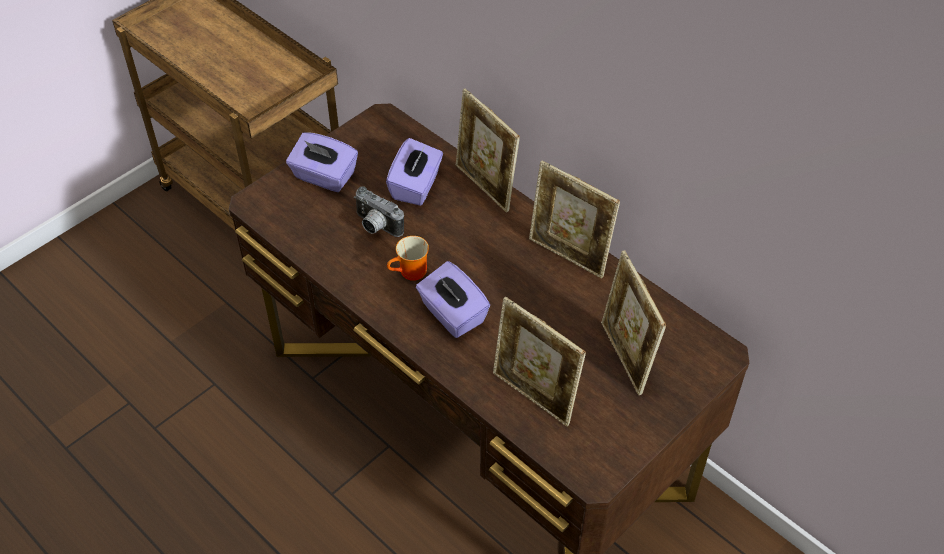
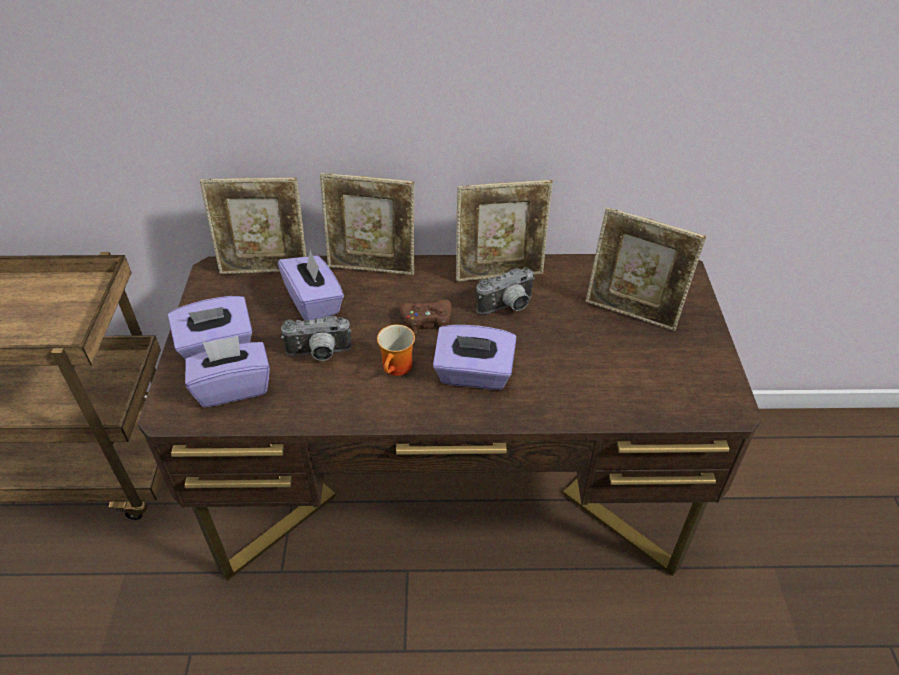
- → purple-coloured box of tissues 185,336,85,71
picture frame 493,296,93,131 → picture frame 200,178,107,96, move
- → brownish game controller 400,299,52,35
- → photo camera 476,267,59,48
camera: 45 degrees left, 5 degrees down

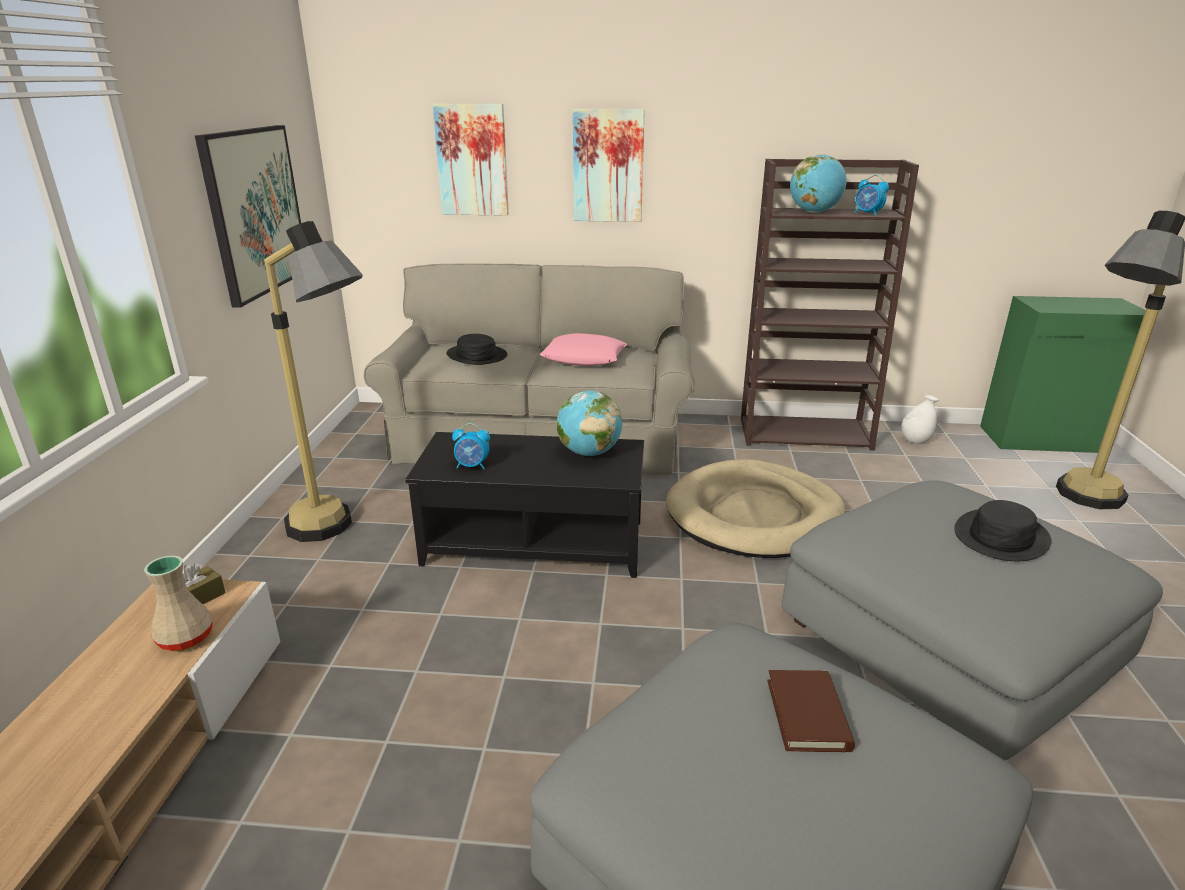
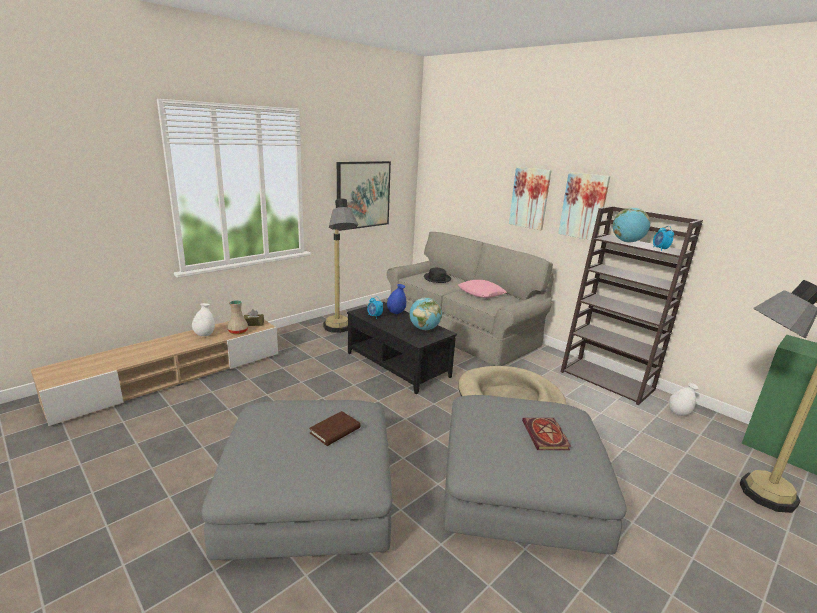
- → whitish vase 192,303,23,33
- → blue-coloured vase 387,284,19,30
black-coloured hat 954,500,97,61 → bound book 522,418,49,32
wall art 433,103,76,113 → wall art 558,172,52,69, move
camera: 40 degrees right, 5 degrees down

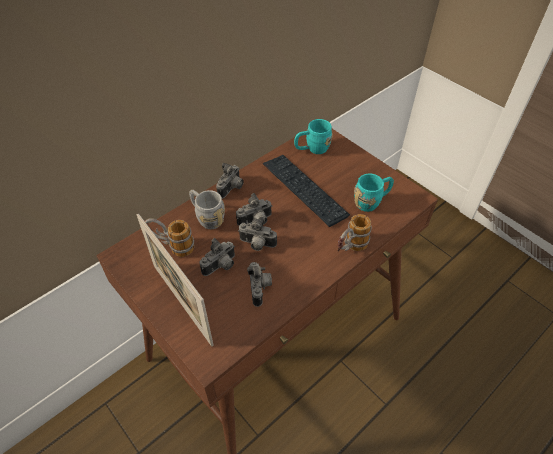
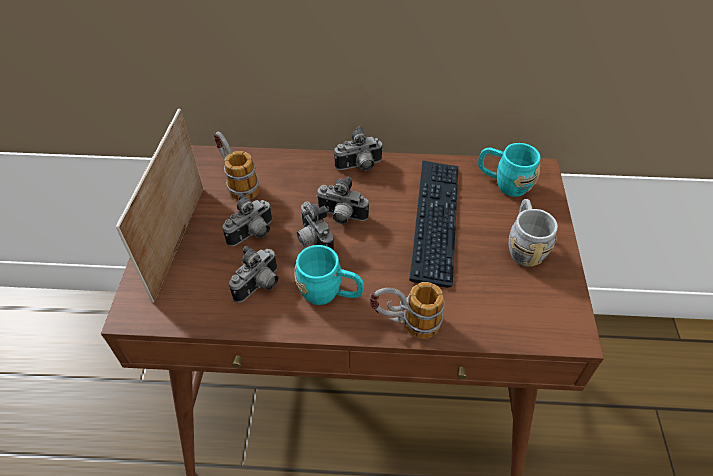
photo camera 199,238,36,38 → photo camera 222,194,50,52, 45 degrees counterclockwise
turquoise-coloured mug 354,174,40,38 → turquoise-coloured mug 294,245,70,60, move
gray mug 189,190,36,39 → gray mug 509,199,49,68, move
camera: 45 degrees right, 0 degrees up

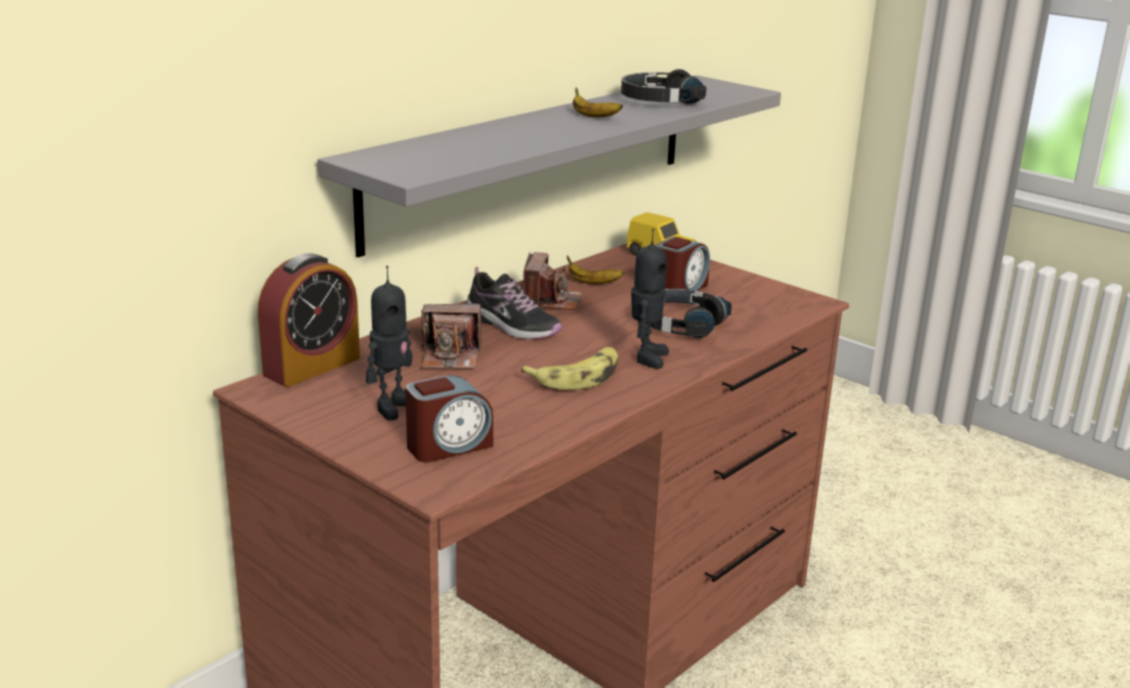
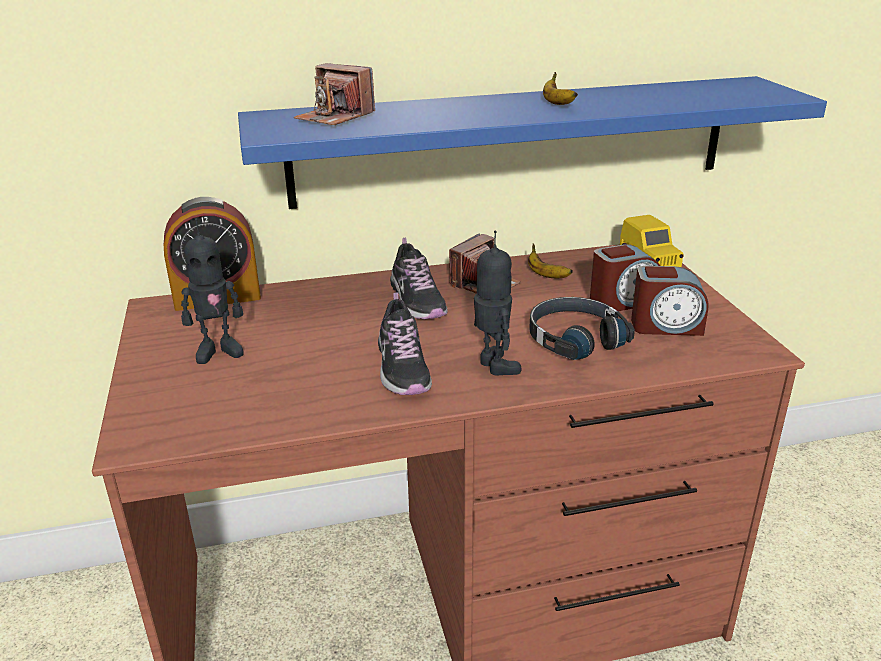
gray wall shelf 317,75,464,182 → blue-coloured wall shelf 238,76,589,133
photo camera 421,304,60,65 → photo camera 294,63,81,62, move
banana 521,347,97,43 → shoe 378,293,54,102
robot figure 631,229,38,140 → robot figure 474,230,48,146, 75 degrees counterclockwise
alarm clock 405,375,88,87 → alarm clock 631,266,77,70, move
black-coloured headset 621,69,85,35 → -
camera: 35 degrees right, 5 degrees up

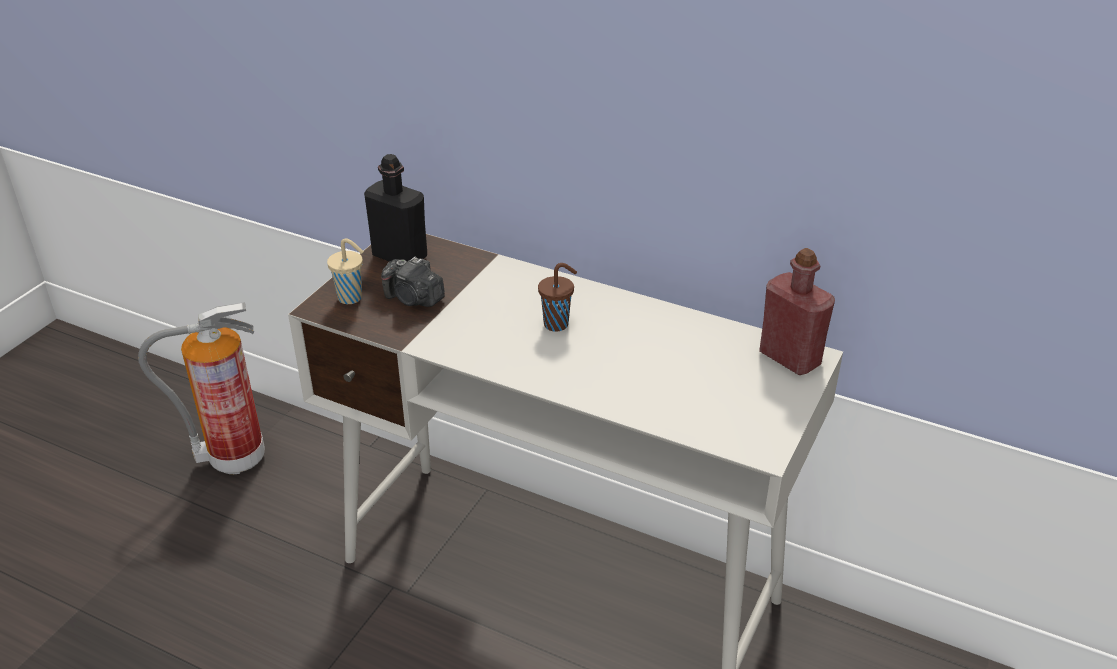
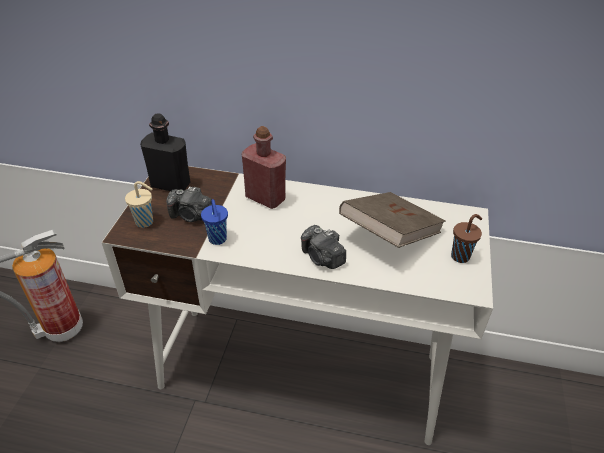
- → blue-coloured cup 201,199,27,46
red beverage bottle 759,248,76,127 → red beverage bottle 242,126,44,83, move
- → photo camera 301,225,45,44
- → brownish bound book 339,192,107,56
brownish cup 538,263,39,69 → brownish cup 451,214,31,49, move
camera: 15 degrees left, 5 degrees up

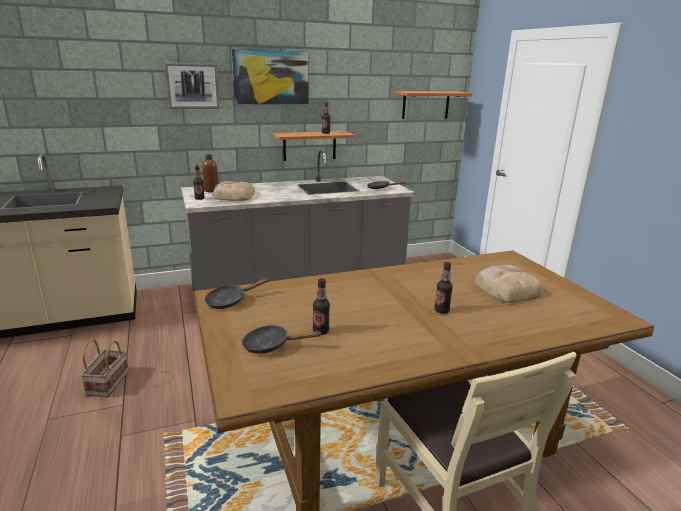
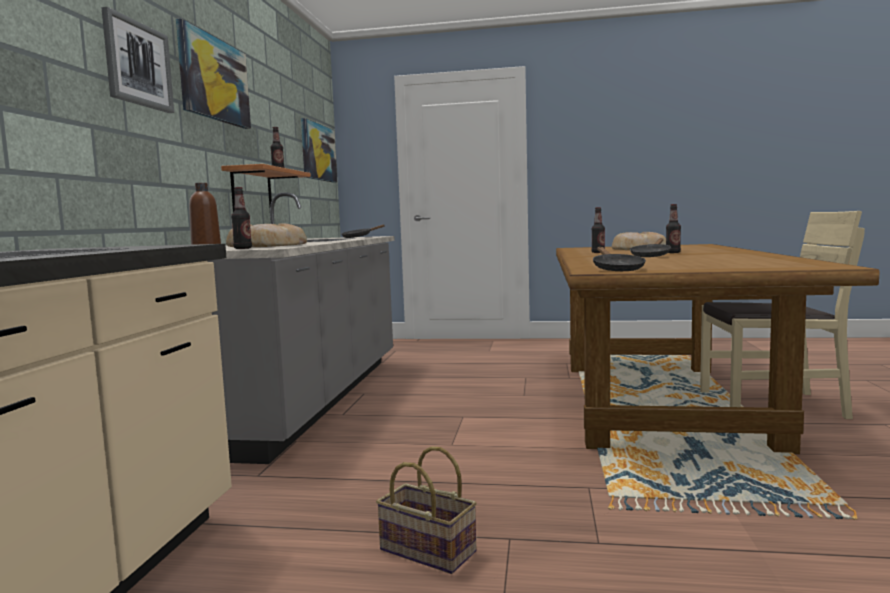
wall shelf 395,91,78,28 → wall art 301,118,36,65
beverage bottle 313,278,17,57 → beverage bottle 591,207,14,46, move
black-coloured pan 242,325,80,29 → black-coloured pan 630,238,41,19, move
camera: 60 degrees left, 15 degrees down

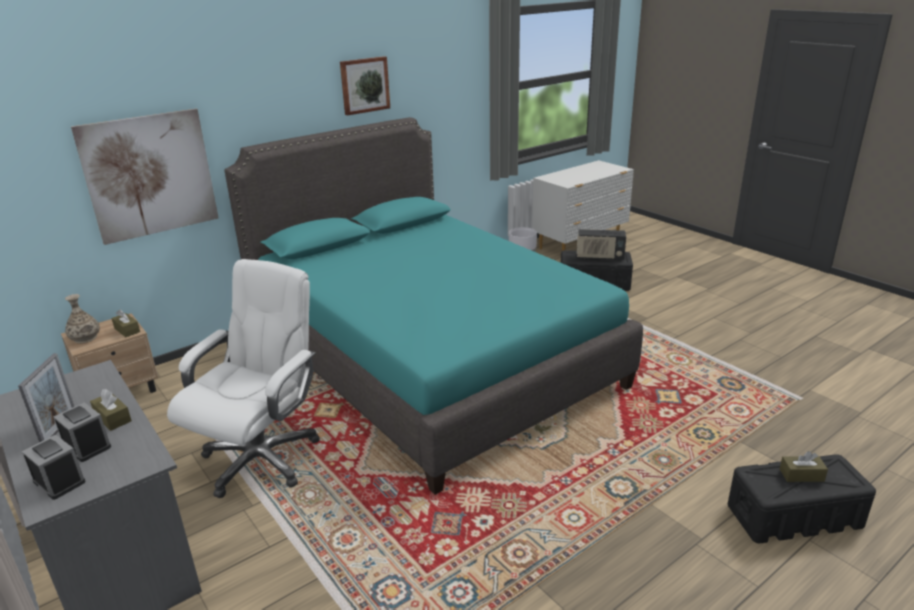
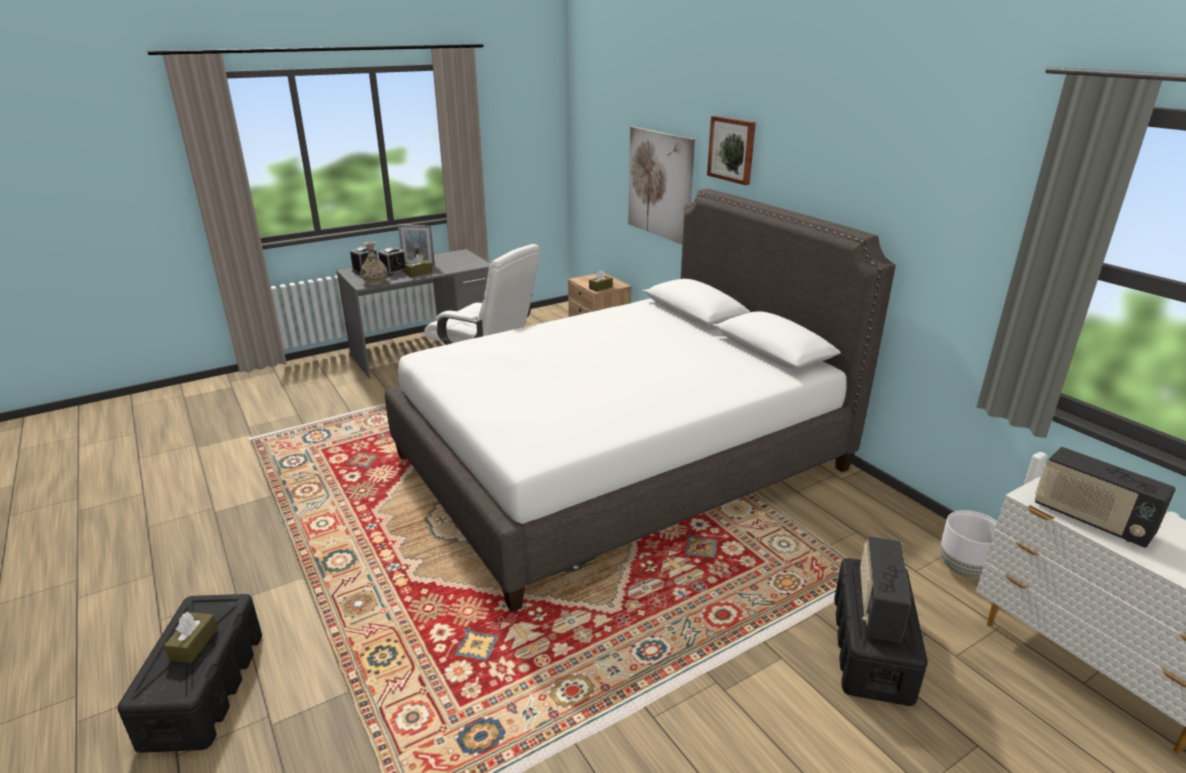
vase 65,294,35,50 → vase 360,241,28,44, move
turquoise-coloured sleeping bed 224,117,419,378 → whitish sleeping bed 385,189,511,423
wall art 340,56,50,60 → wall art 707,116,49,69, move
- → radio receiver 1035,446,141,102
camera: 95 degrees right, 0 degrees up

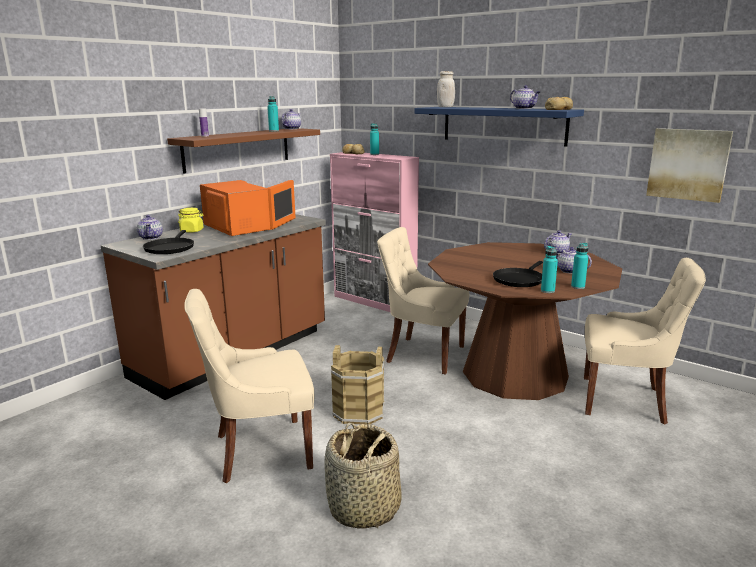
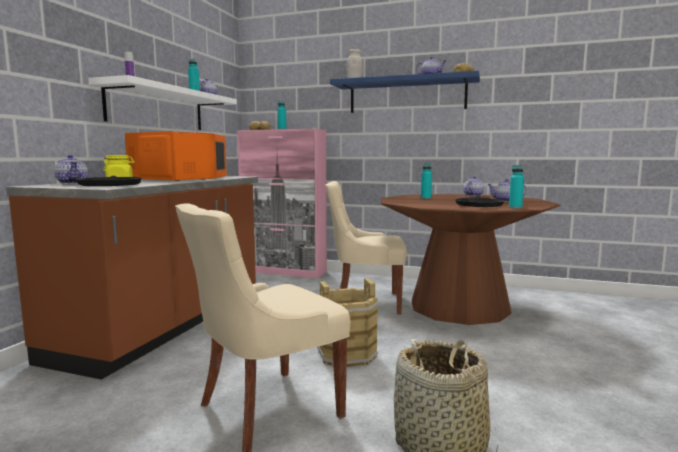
brownish wall shelf 167,128,153,46 → whitish wall shelf 88,75,149,55
turquoise-coloured beverage bottle 571,243,17,46 → turquoise-coloured beverage bottle 421,163,11,36, move
beige upright chair 584,258,122,167 → -
wall art 646,128,87,75 → -
camera: 20 degrees left, 10 degrees down

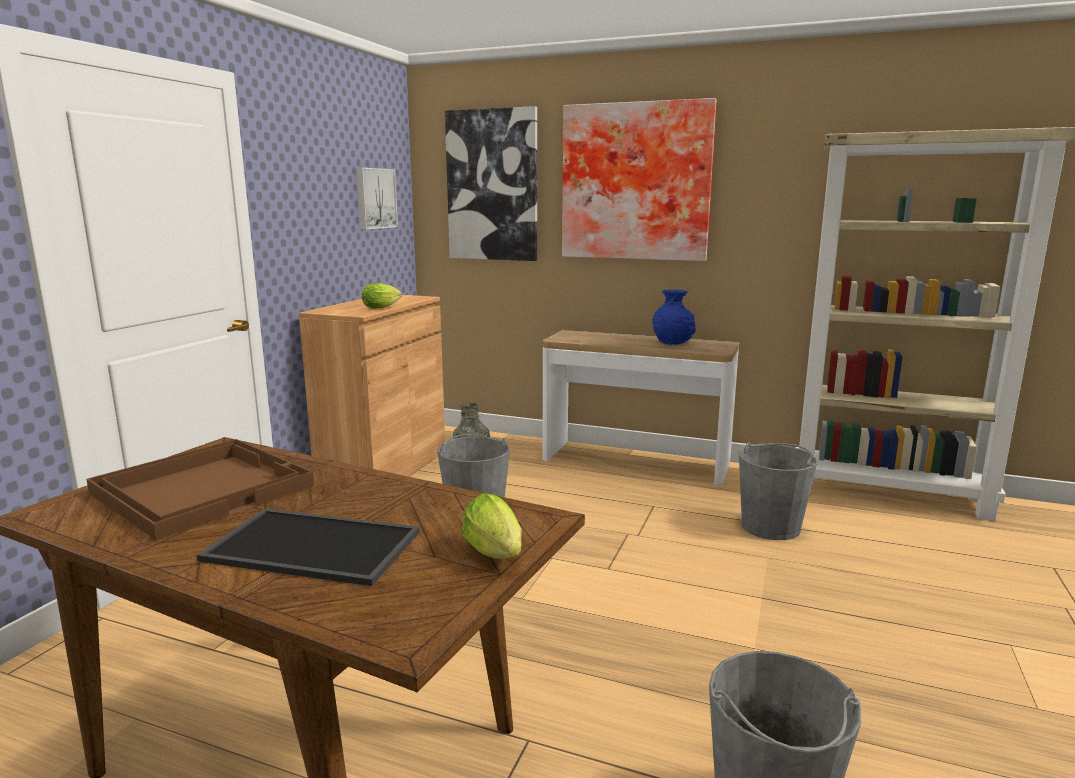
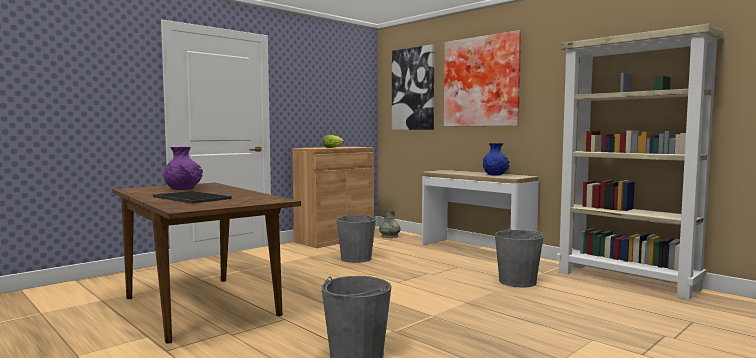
brownish carrying tray 87,439,227,101 → purple-coloured vase 163,147,40,43
wall art 356,168,42,61 → -
lettuce 462,494,60,65 → -
camera: 25 degrees right, 10 degrees down

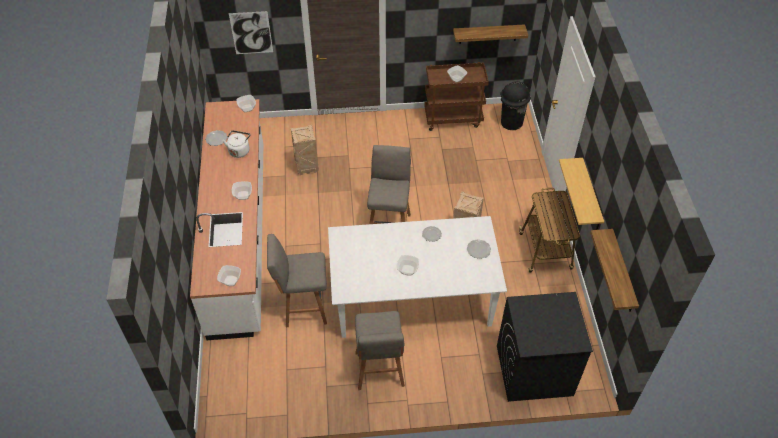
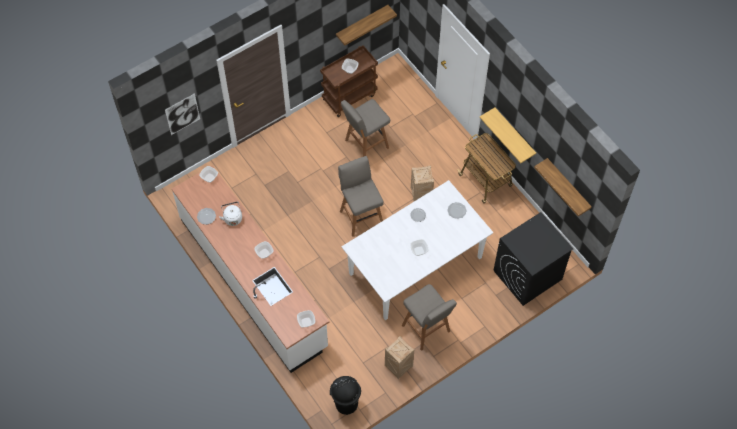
black-coloured waste bin 500,81,31,49 → black-coloured waste bin 330,376,31,39, move
gray stool 267,234,60,93 → gray stool 341,99,49,58, move
packing crate 291,125,28,50 → packing crate 385,336,29,43, move
camera: 30 degrees left, 10 degrees up

